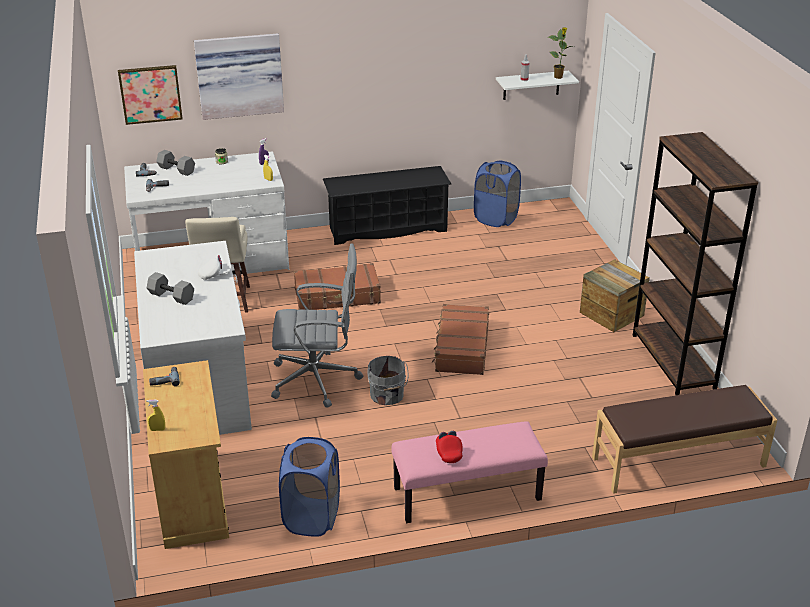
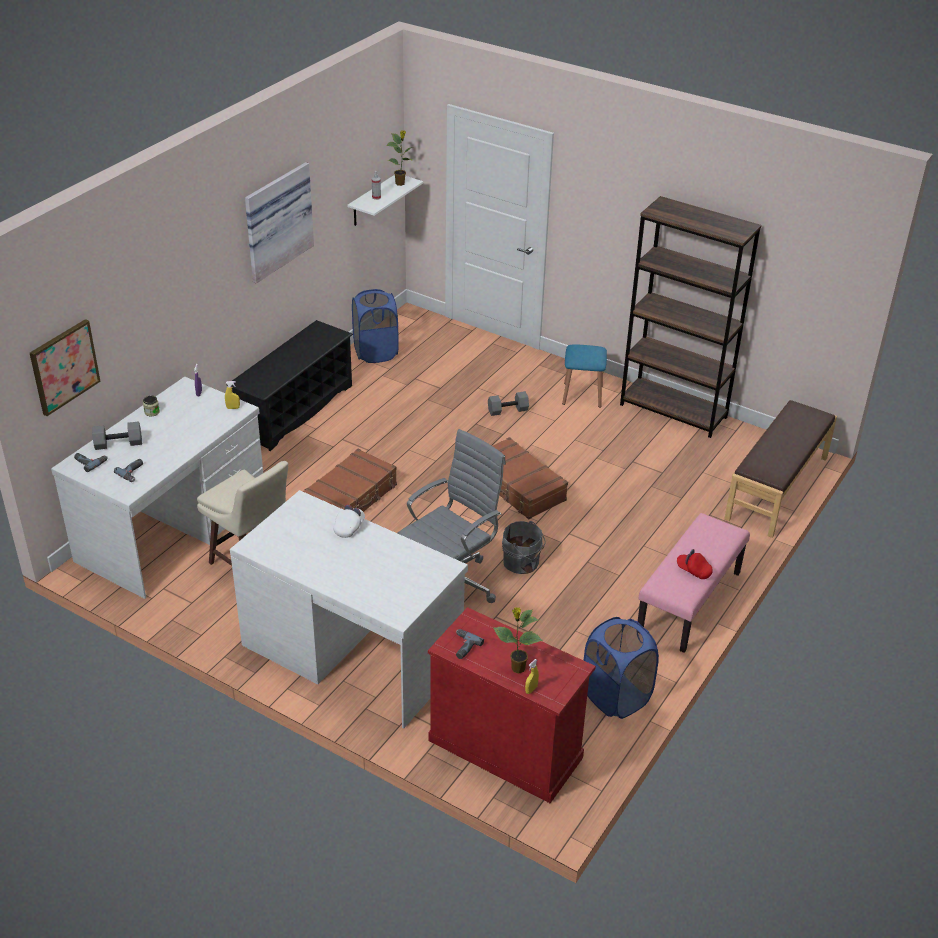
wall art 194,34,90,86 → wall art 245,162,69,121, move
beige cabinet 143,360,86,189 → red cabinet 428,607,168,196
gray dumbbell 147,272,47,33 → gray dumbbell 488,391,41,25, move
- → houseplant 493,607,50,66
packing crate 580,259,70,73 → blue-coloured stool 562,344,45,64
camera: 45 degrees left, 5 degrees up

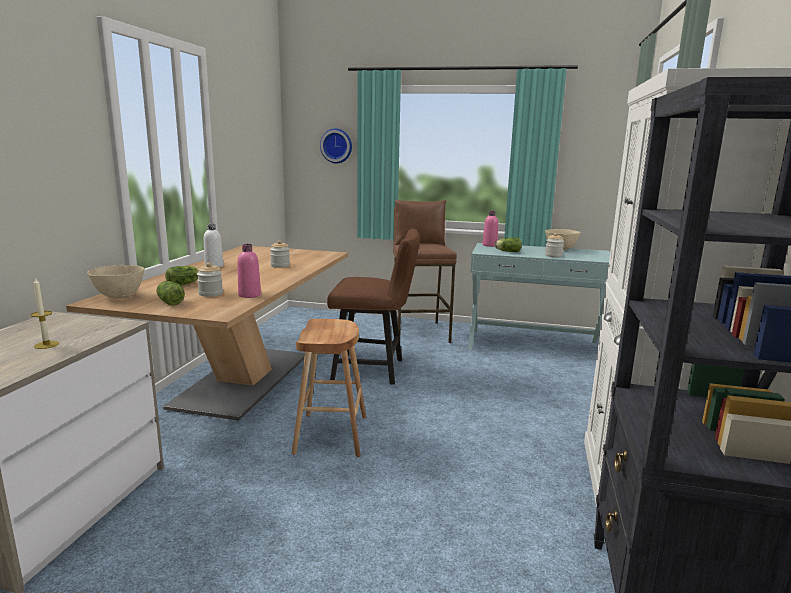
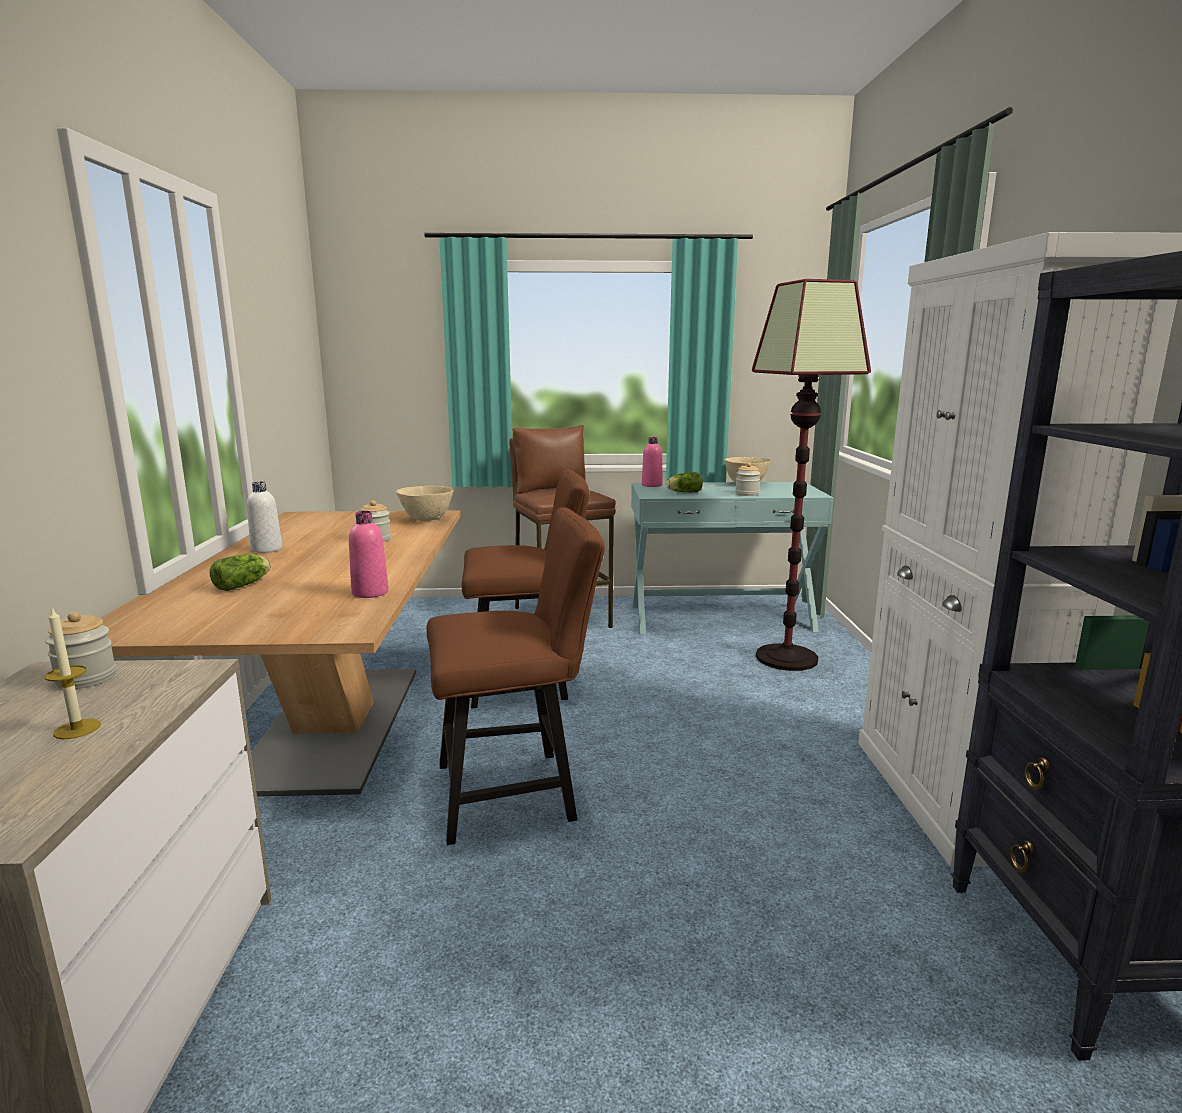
jar 197,263,26,34 → jar 45,612,71,77, move
beige bowl 87,265,57,33 → beige bowl 396,486,58,35, move
brownish stool 291,319,75,138 → brownish upright chair 426,508,179,337
- → standard lamp 752,279,119,392
lettuce 157,281,28,25 → -
hanging clock 320,128,32,35 → -
camera: 15 degrees left, 0 degrees up

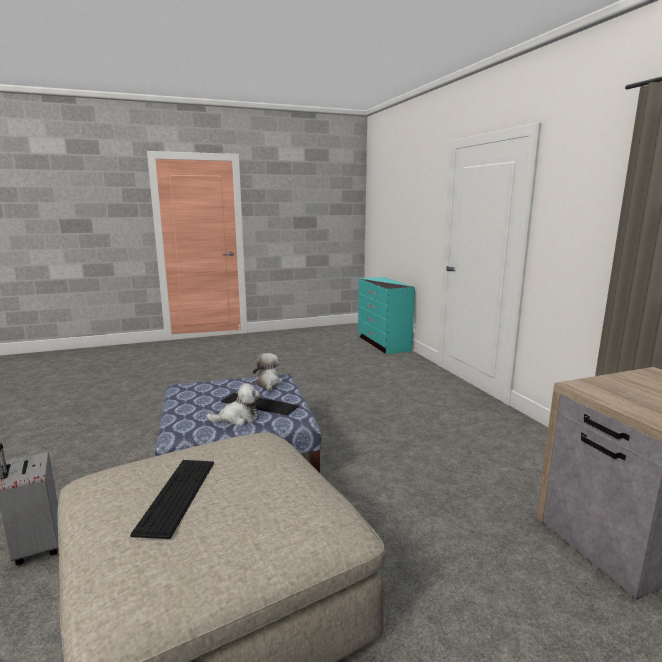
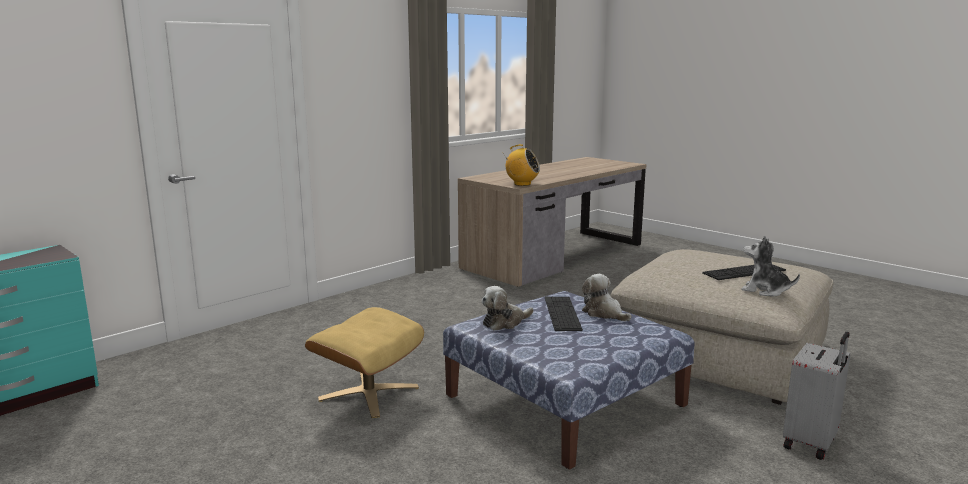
- → beige footrest 305,307,119,111
- → radio receiver 503,144,37,42
- → soft toy 741,235,59,62
camera: 115 degrees left, 0 degrees up

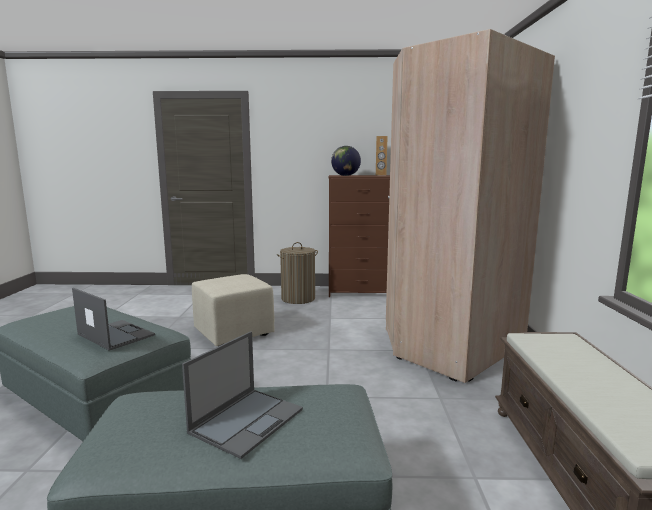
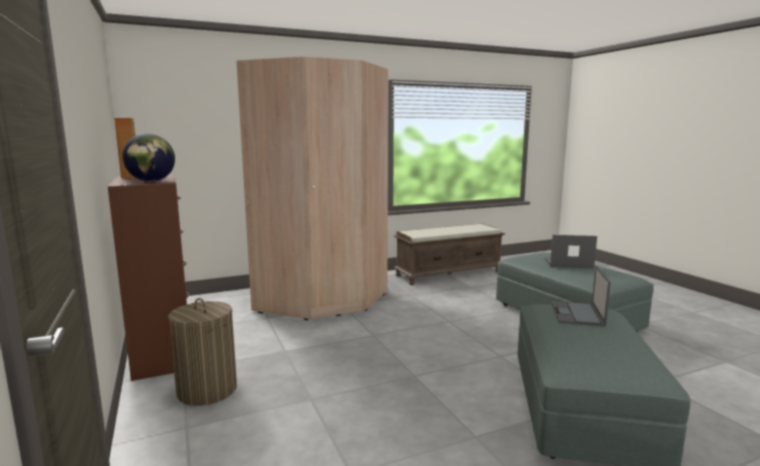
beige footrest 192,274,83,72 → -
camera: 115 degrees left, 0 degrees up

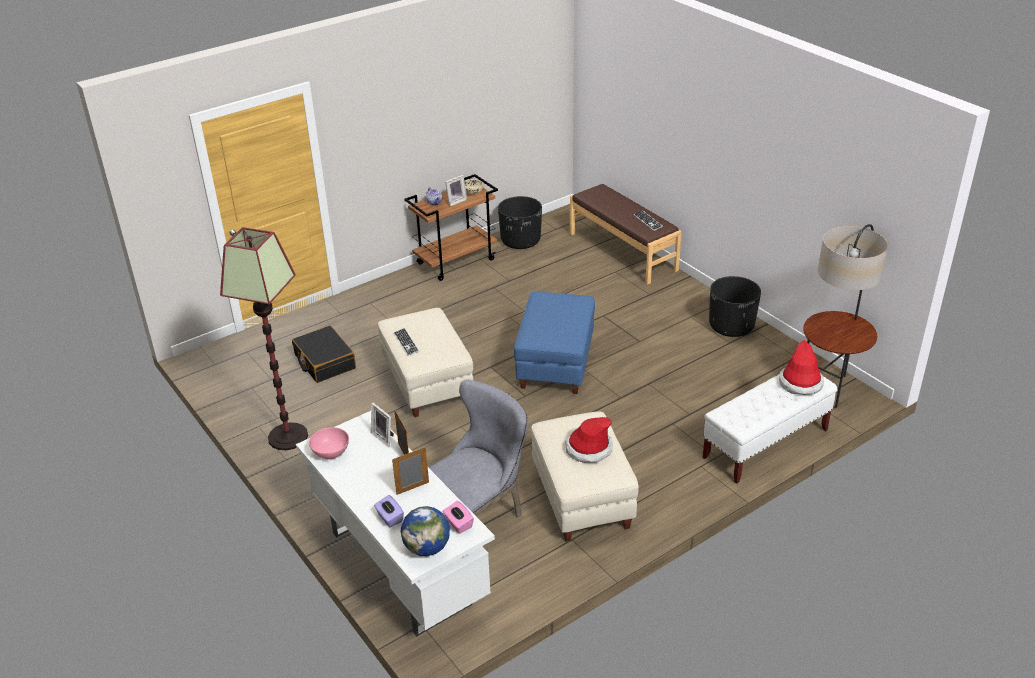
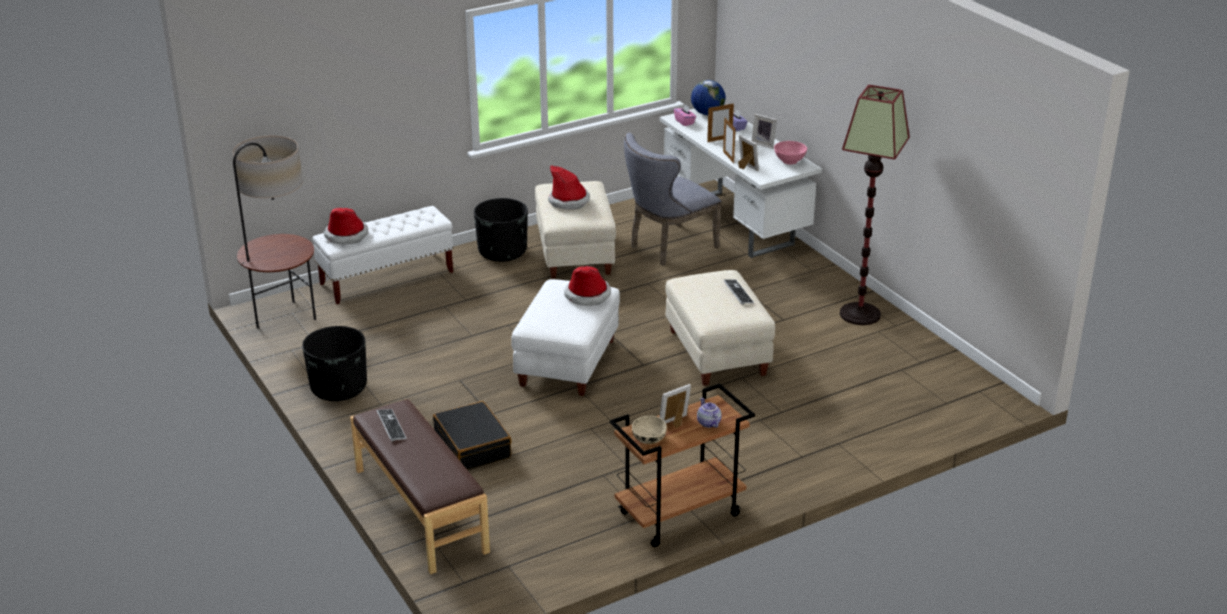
black-coloured suitcase 292,326,64,57 → black-coloured suitcase 433,401,78,69, move
black-coloured planter 498,196,44,53 → black-coloured planter 474,198,54,64, move
blue-coloured footrest 514,291,81,103 → whitish footrest 511,279,109,117
- → hat 564,266,47,40
- → picture frame 751,114,26,35
camera: 175 degrees left, 5 degrees down

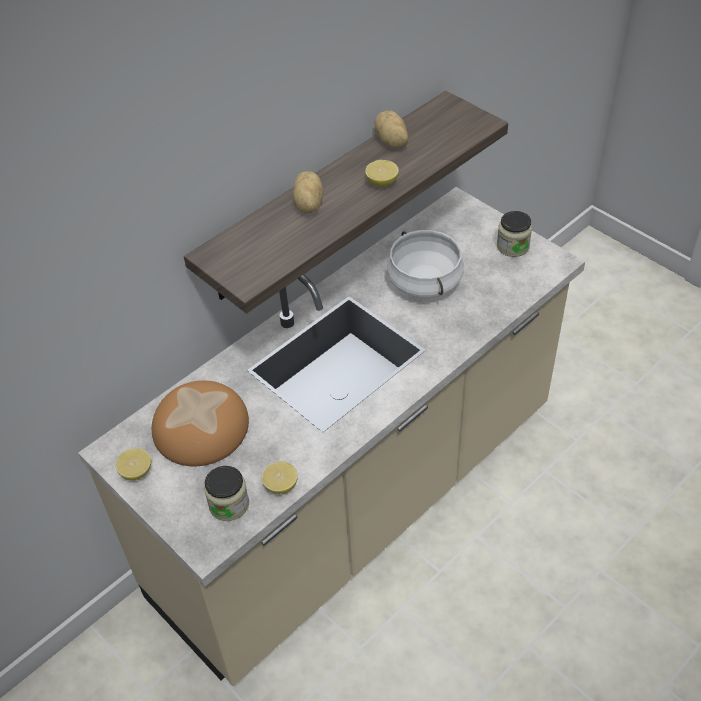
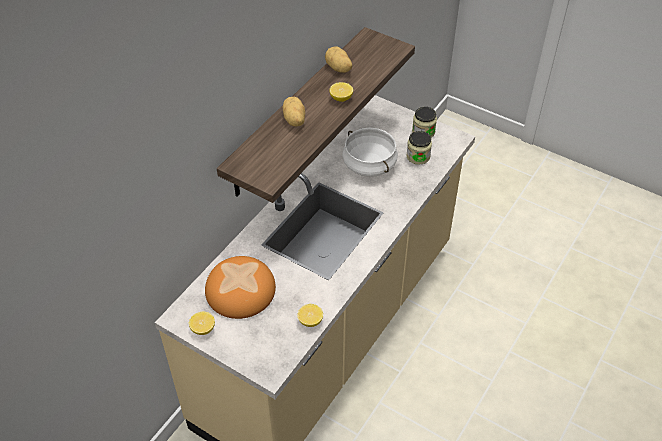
jar 204,466,45,55 → jar 406,131,26,34, move
camera: 15 degrees left, 0 degrees up

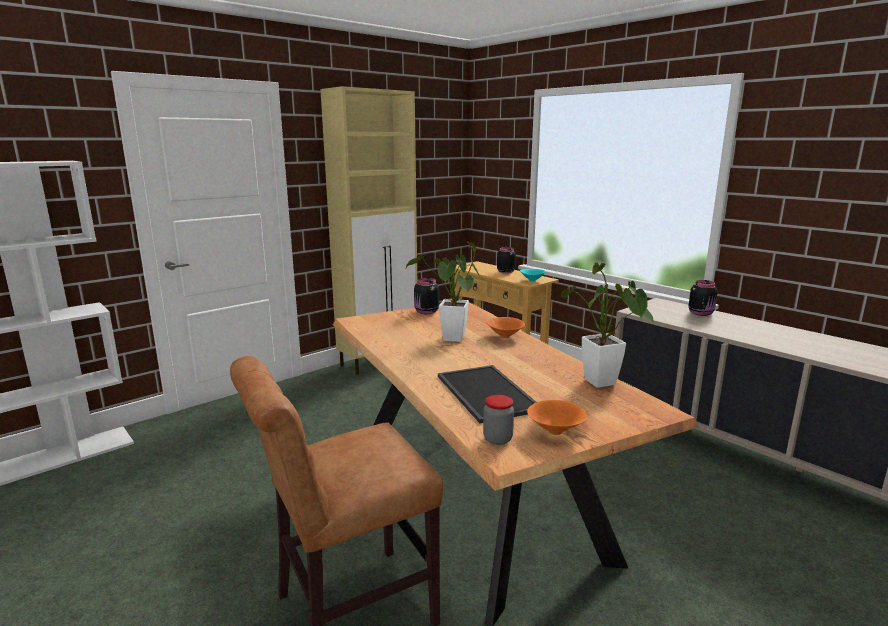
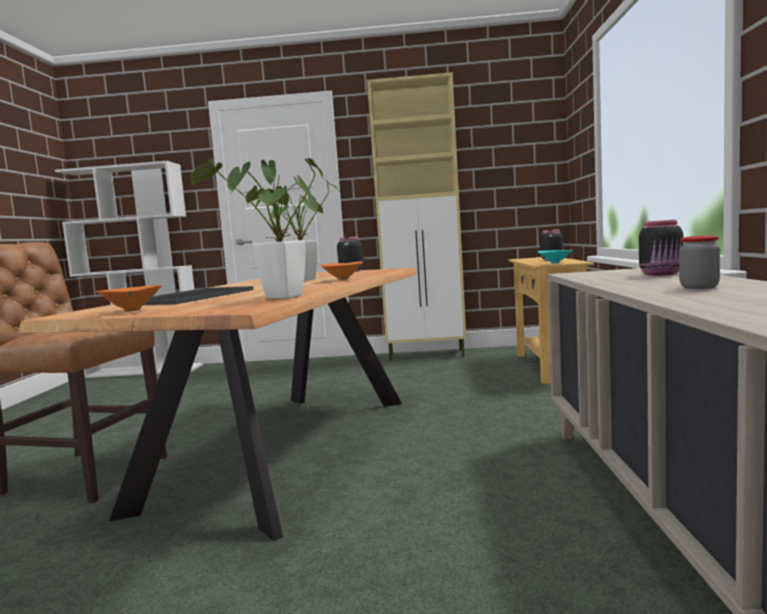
jar 483,395,31,50 → jar 679,235,41,54, move
camera: 45 degrees right, 10 degrees down

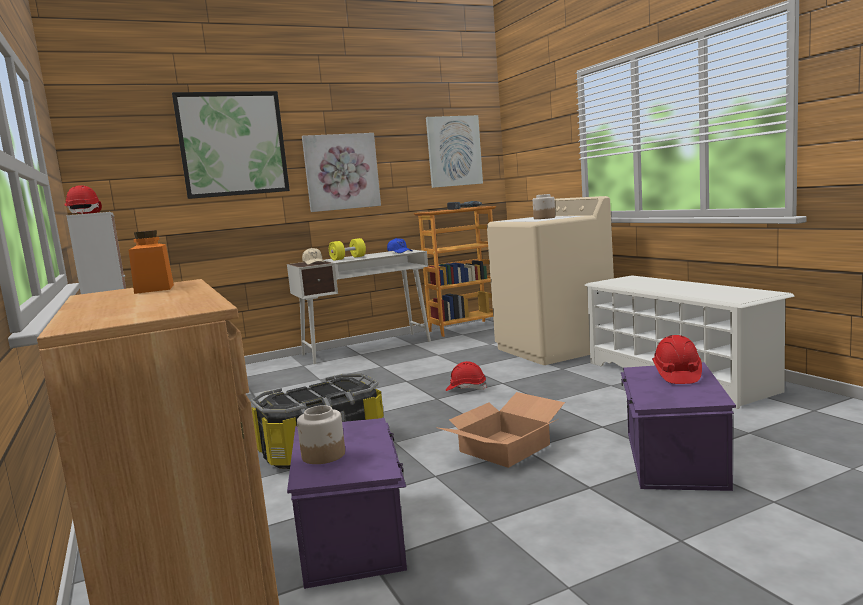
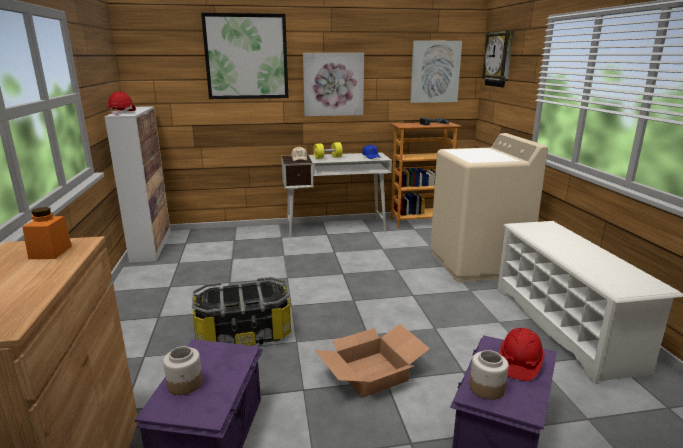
jar 533,194,22,25 → jar 469,350,40,50, move
- → hanging clock 482,31,32,56
red work helmet 446,361,41,30 → -
camera: 15 degrees right, 10 degrees up

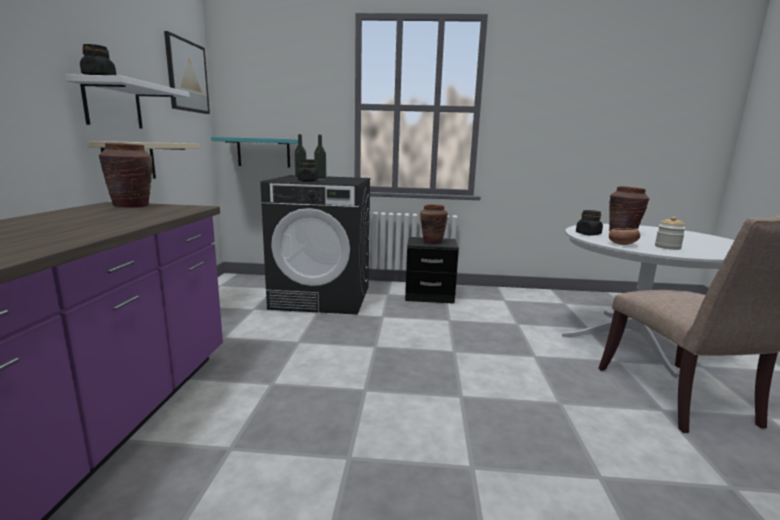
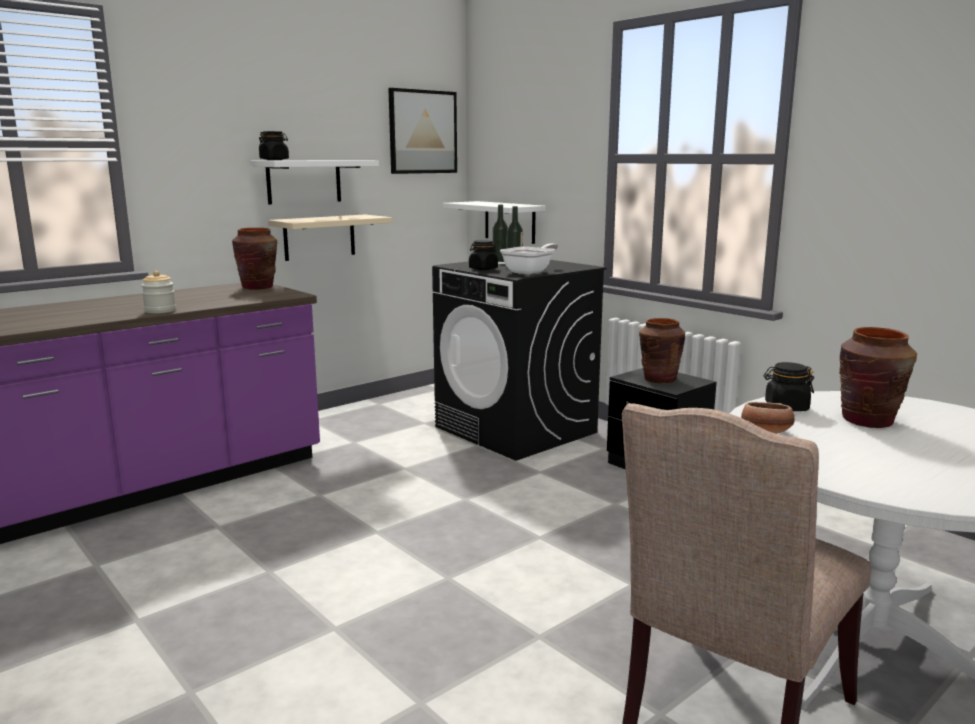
jar 655,217,31,33 → jar 141,271,35,42, move
turquoise-coloured wall shelf 211,137,87,31 → whitish wall shelf 443,201,103,43
- → pan 500,244,58,30
camera: 45 degrees right, 0 degrees up

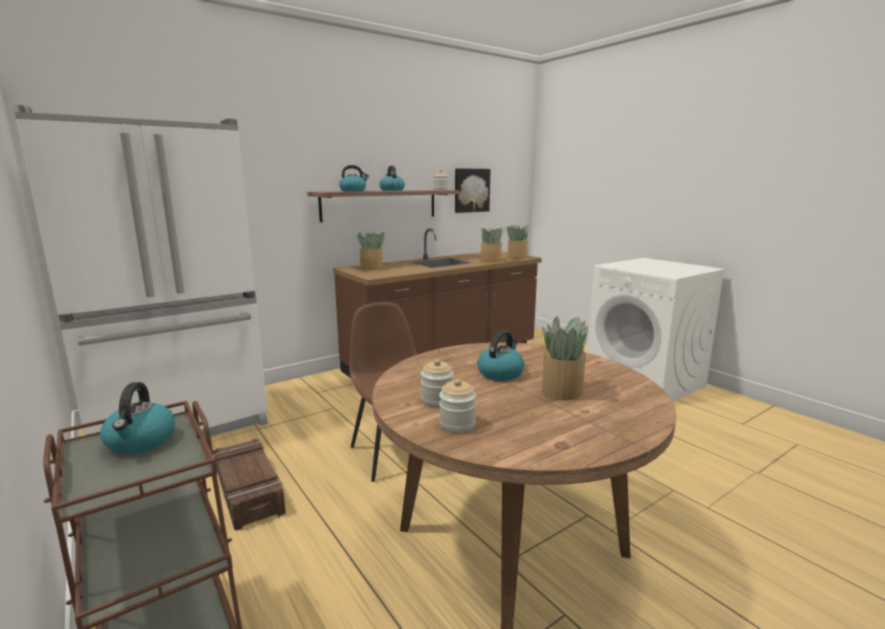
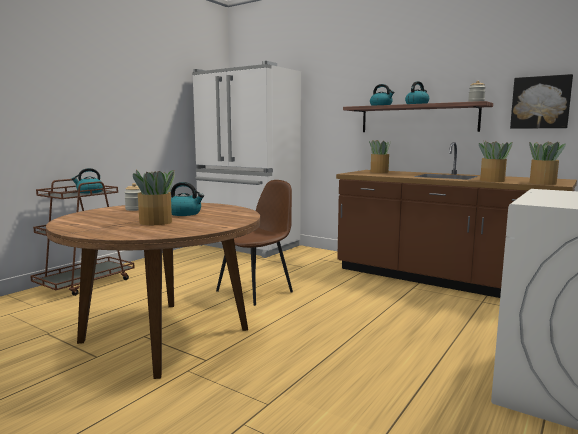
packing crate 214,439,72,91 → -
jar 439,379,37,54 → -
camera: 70 degrees right, 5 degrees down

